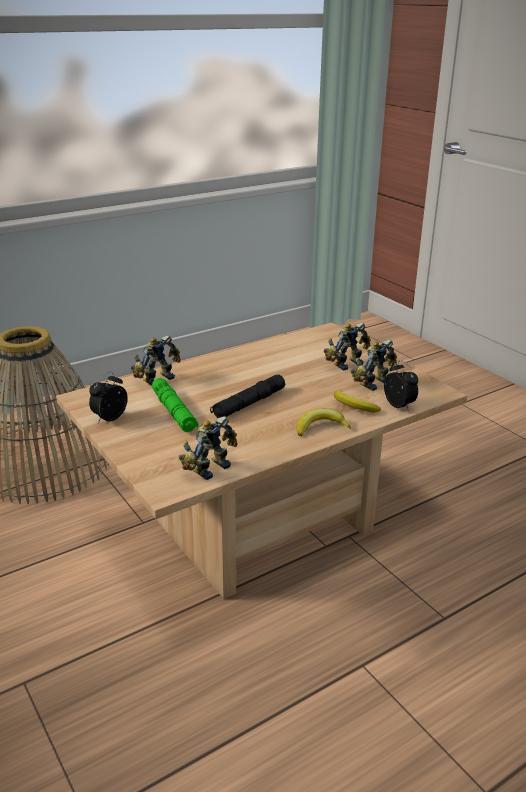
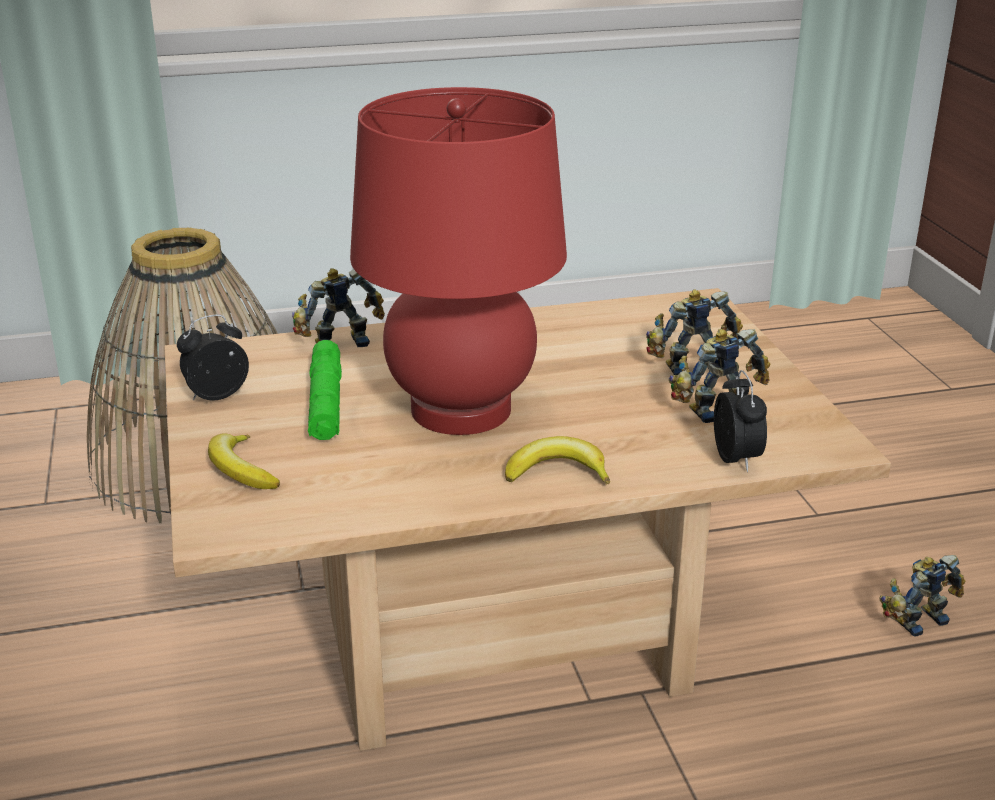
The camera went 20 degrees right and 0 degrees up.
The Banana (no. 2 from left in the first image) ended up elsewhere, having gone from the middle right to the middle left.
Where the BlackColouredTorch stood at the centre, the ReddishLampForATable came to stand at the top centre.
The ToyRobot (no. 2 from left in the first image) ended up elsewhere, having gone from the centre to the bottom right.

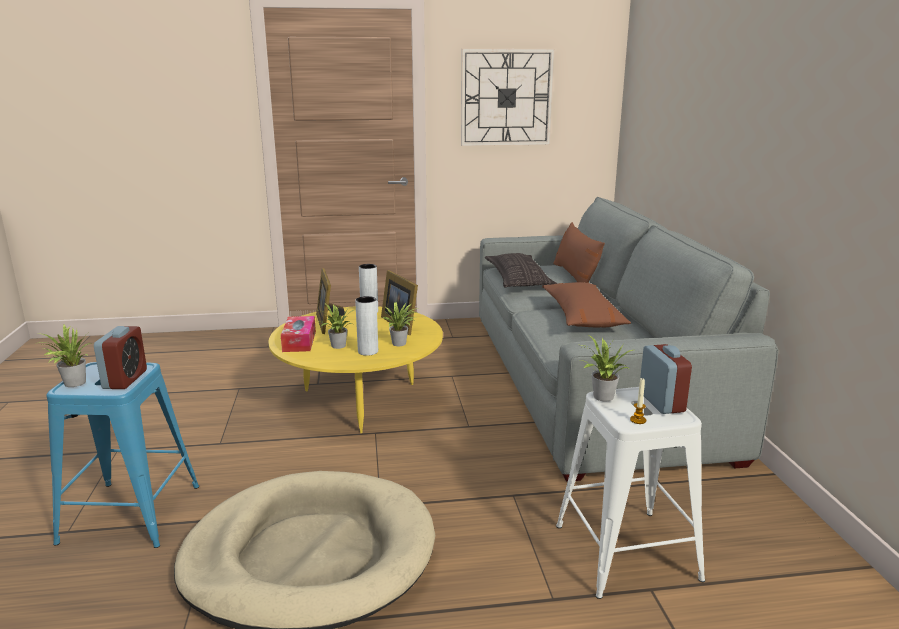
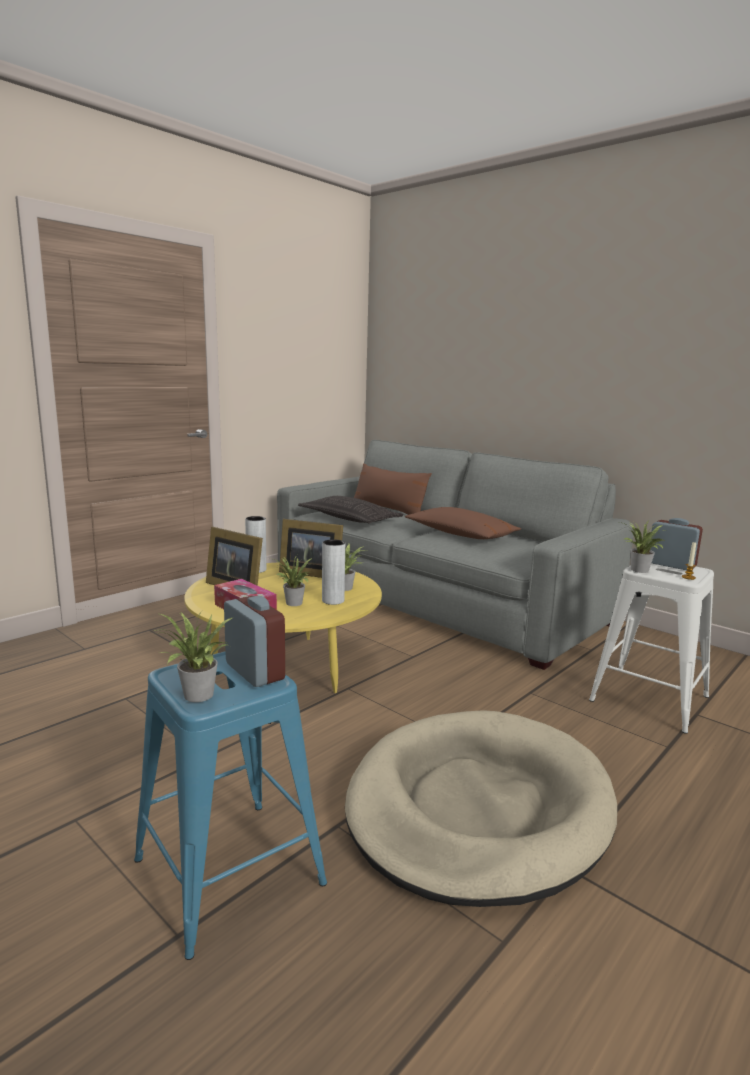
The camera went 40 degrees left and 5 degrees down.
The second view lost the HangingClock at the top centre.

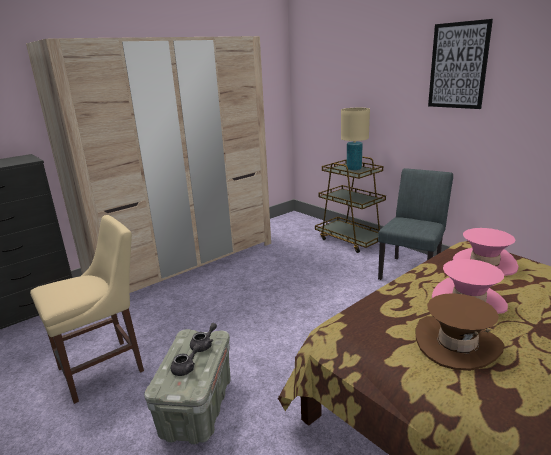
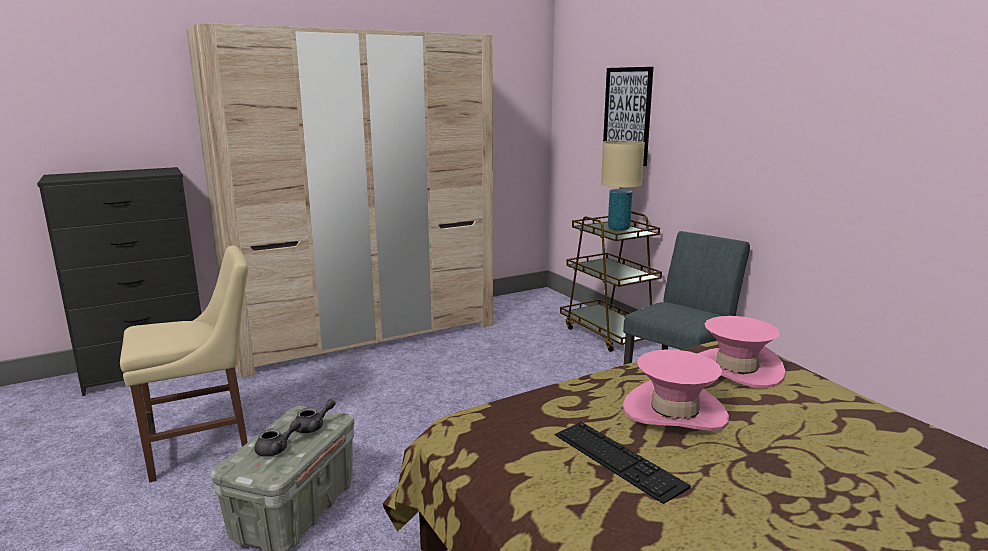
The camera went 10 degrees right and 5 degrees down.
Where the BrownishClothingHat stood at the bottom right, the Keyboard came to stand at the bottom centre.
The WallArt ended up elsewhere, having gone from the top right to the top centre.

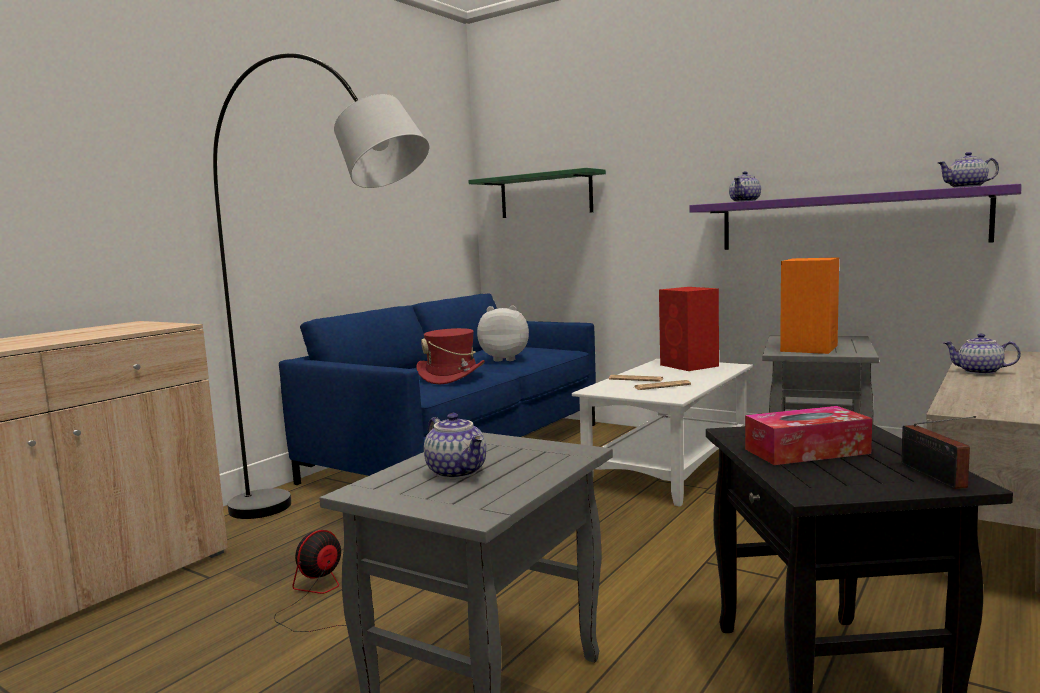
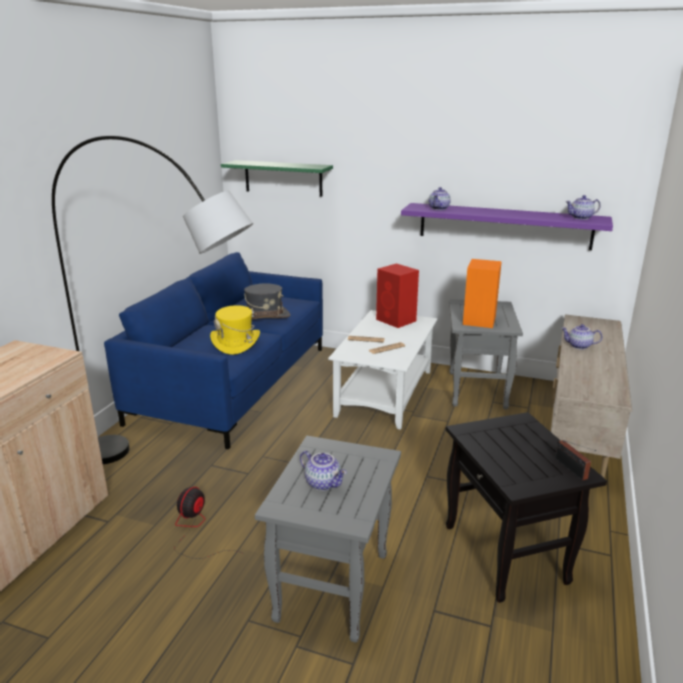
The camera went 15 degrees left and 15 degrees up.
What was the ReddishClothingHat at the centre turned into the YellowColouredClothingHat at the centre.
Where the SoftToy stood at the centre, the GreyClothingHat came to stand at the centre.
The second view lost the TissueBox at the middle right.

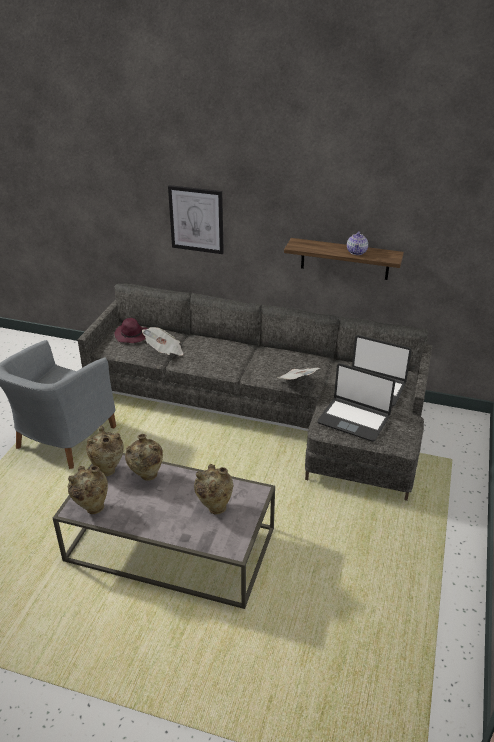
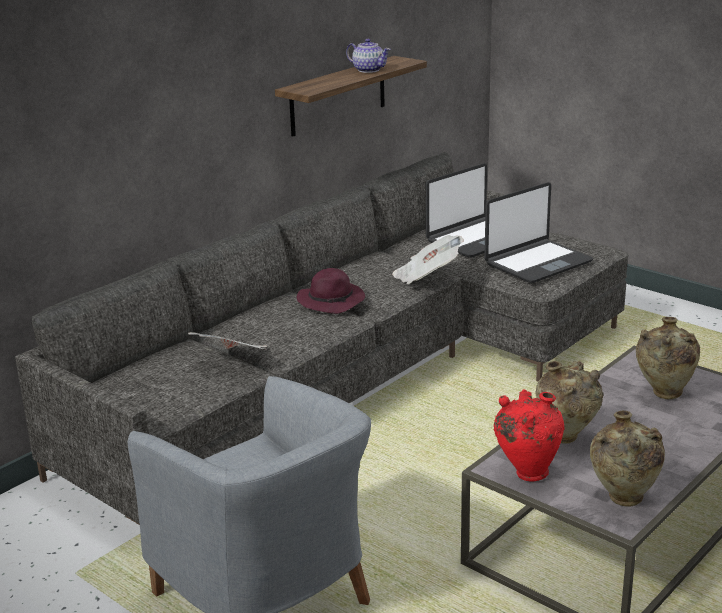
The camera went 65 degrees left and 10 degrees down.
The PurpleClothingHat ended up elsewhere, having gone from the middle left to the centre.
What was the BeigeVase (no. 2 from left) at the middle left turned into the ReddishVase at the bottom right.
The second view lost the WallArt at the top centre.

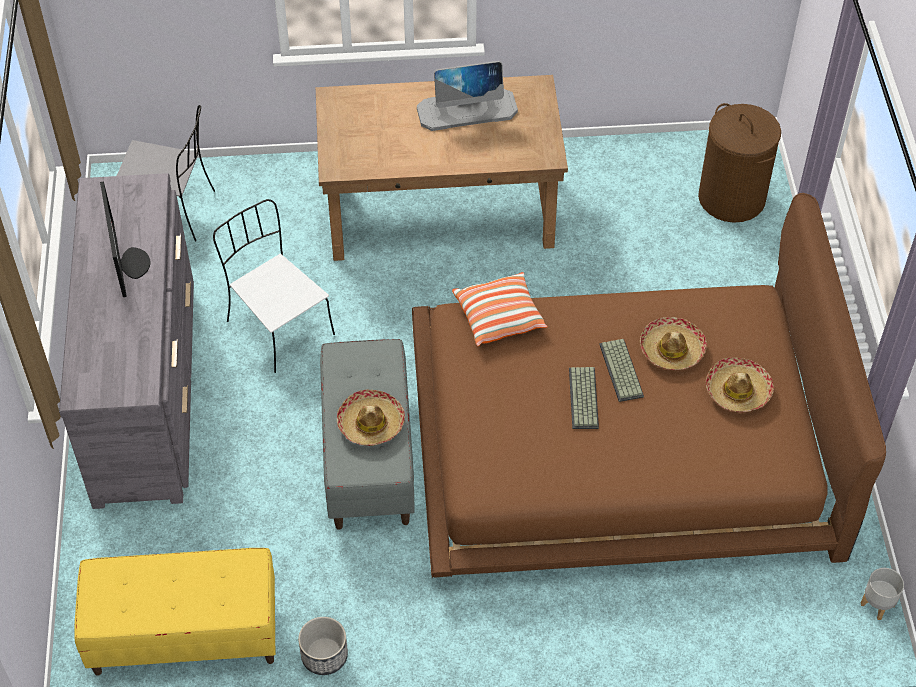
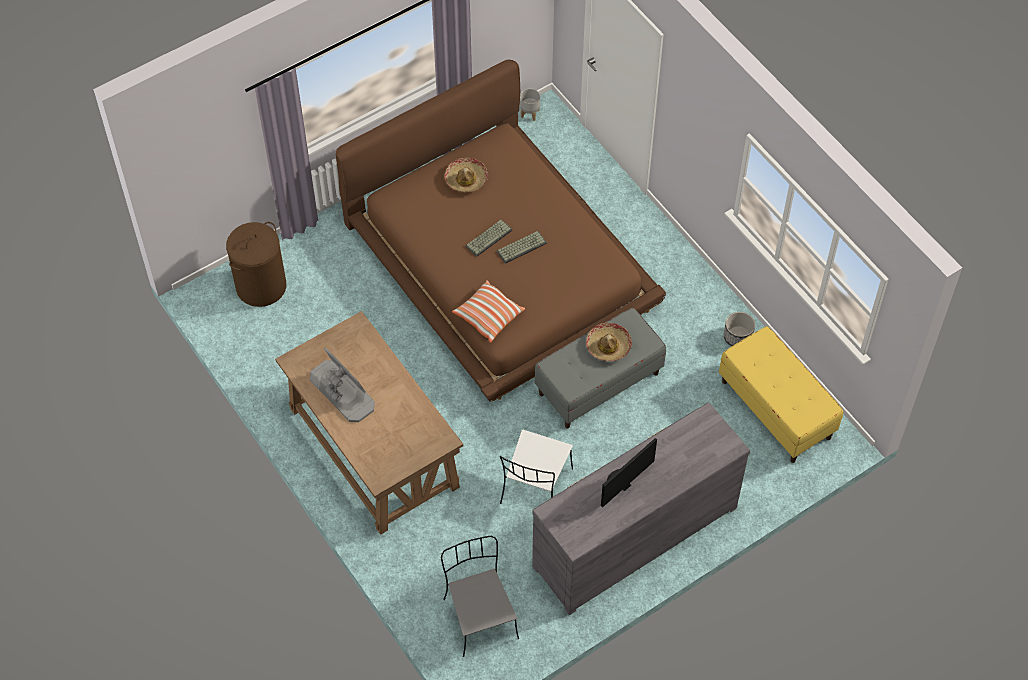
The camera went 120 degrees left and 5 degrees up.
The second view lost the ClothingHat (no. 2 from left) at the middle right.

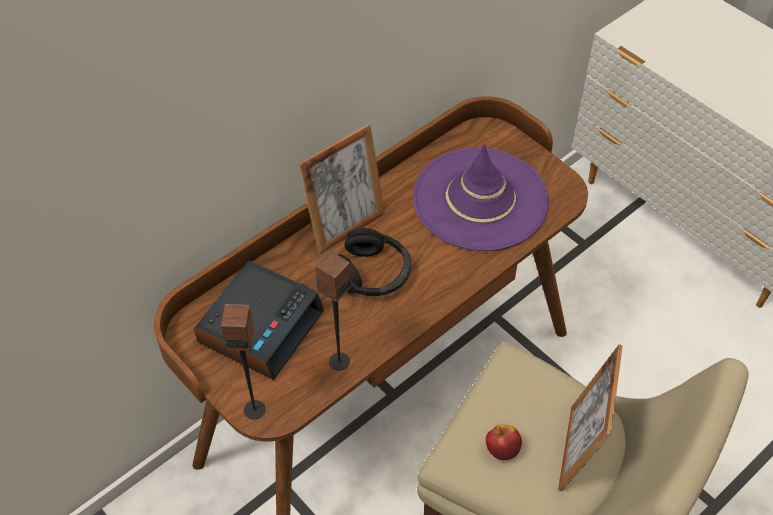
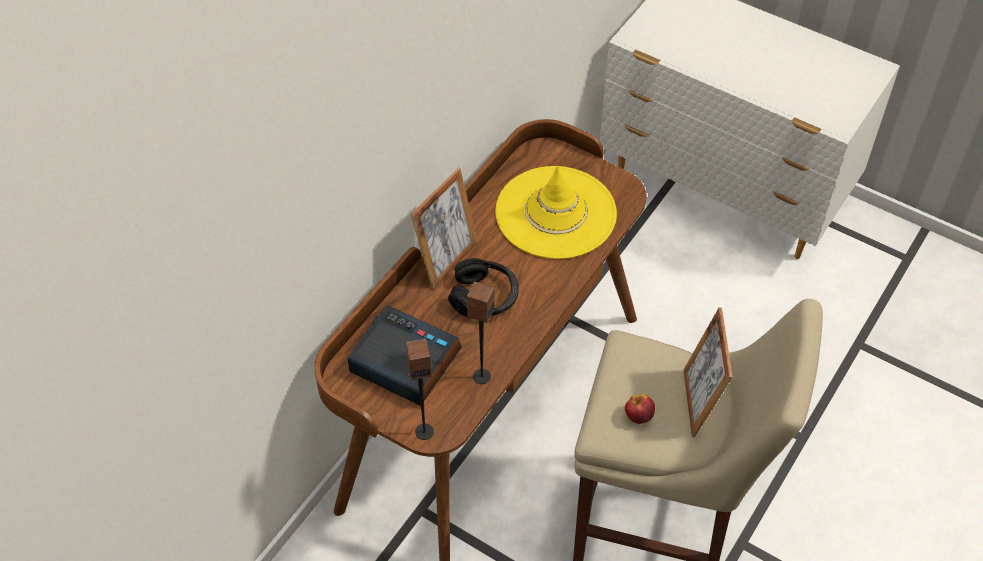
The camera went 15 degrees left and 0 degrees up.
The TableClock at the centre ended up facing another way, 75 degrees counterclockwise from before.
What was the PurpleClothingHat at the centre turned into the YellowColouredClothingHat at the centre.

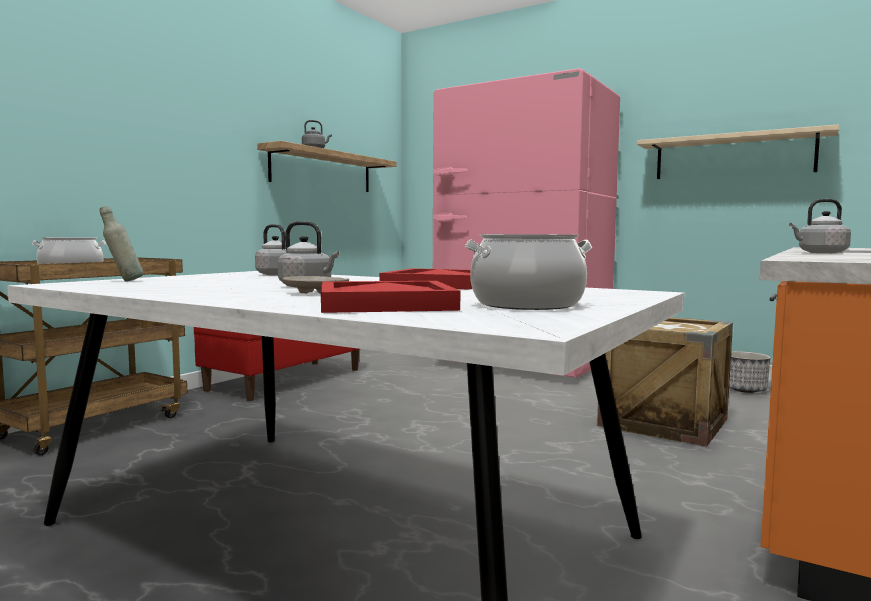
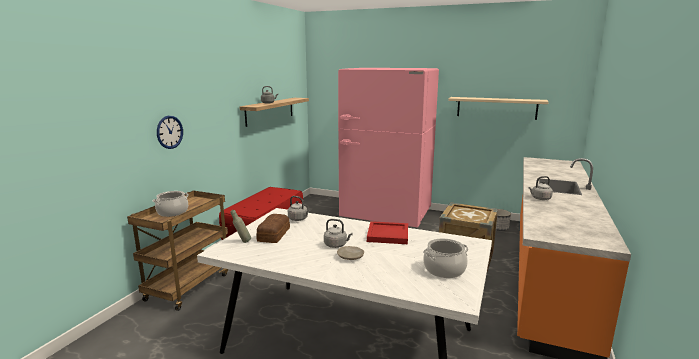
The camera went 10 degrees left and 10 degrees up.
The second view gained the HangingClock at the middle left.
The second view gained the BakedBread at the centre.
The second view lost the ReddishServingTray (no. 1 from left) at the centre.

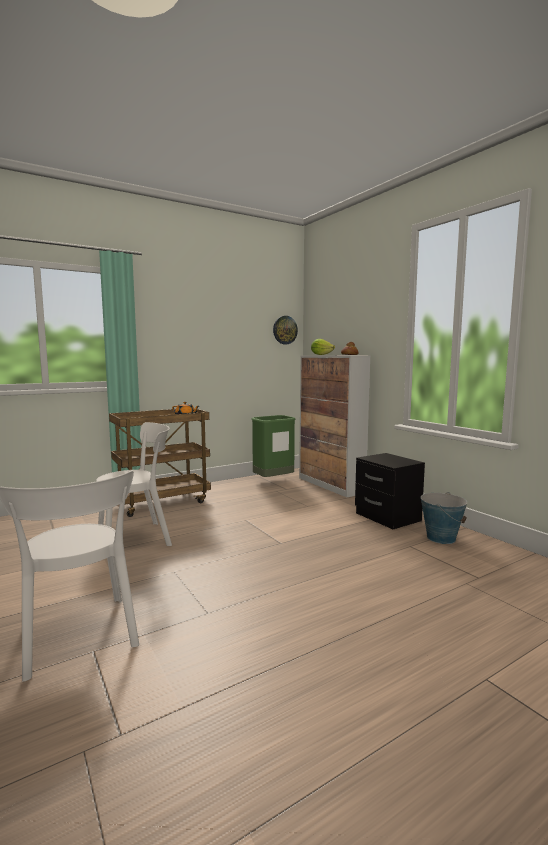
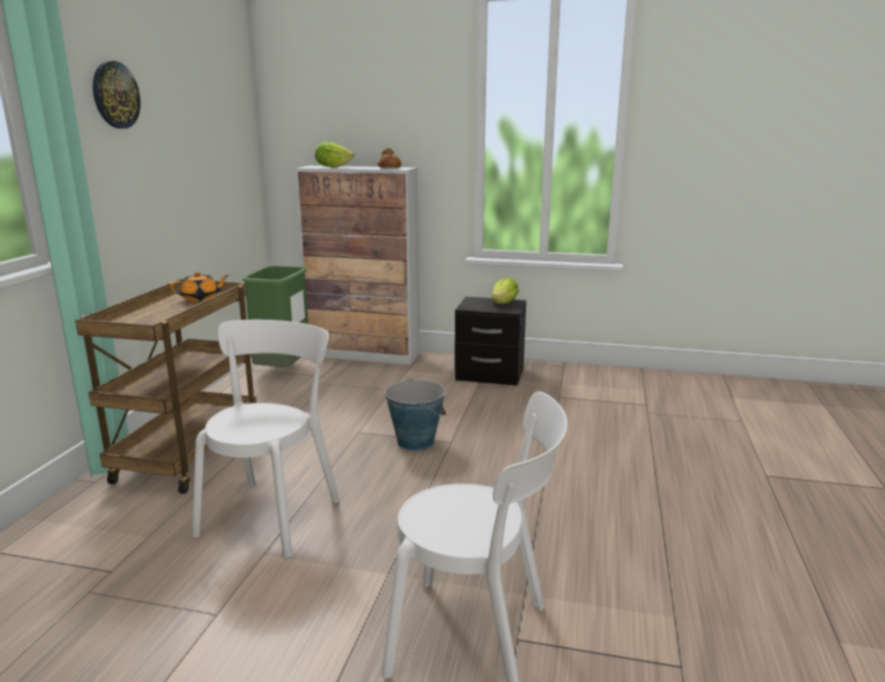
The camera went 45 degrees left and 10 degrees up.
The HangingClock ended up elsewhere, having gone from the centre to the top left.
The WaterBucket ended up elsewhere, having gone from the middle right to the centre.
The second view gained the Lettuce (no. 2 from left) at the centre.

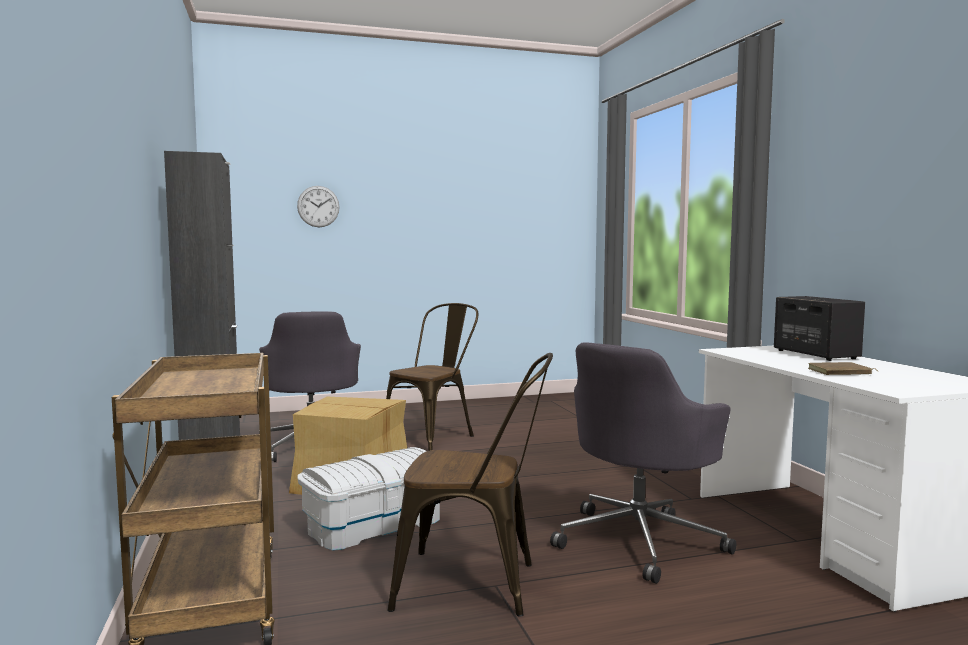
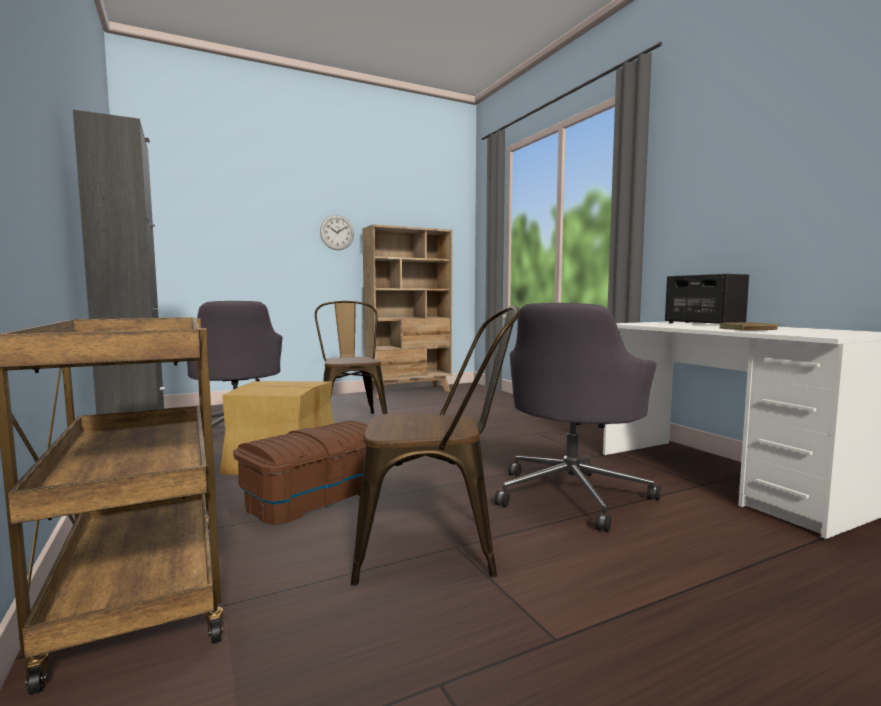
The camera went 10 degrees left and 0 degrees up.
What was the WhitishStorageContainer at the bottom centre turned into the BrownishStorageContainer at the bottom centre.
The BrownishChair (no. 1 from left) at the centre ended up facing another way, 45 degrees counterclockwise from before.
The HangingClock ended up elsewhere, having gone from the top left to the top centre.
The second view gained the BeigeShelvingUnit at the centre.

